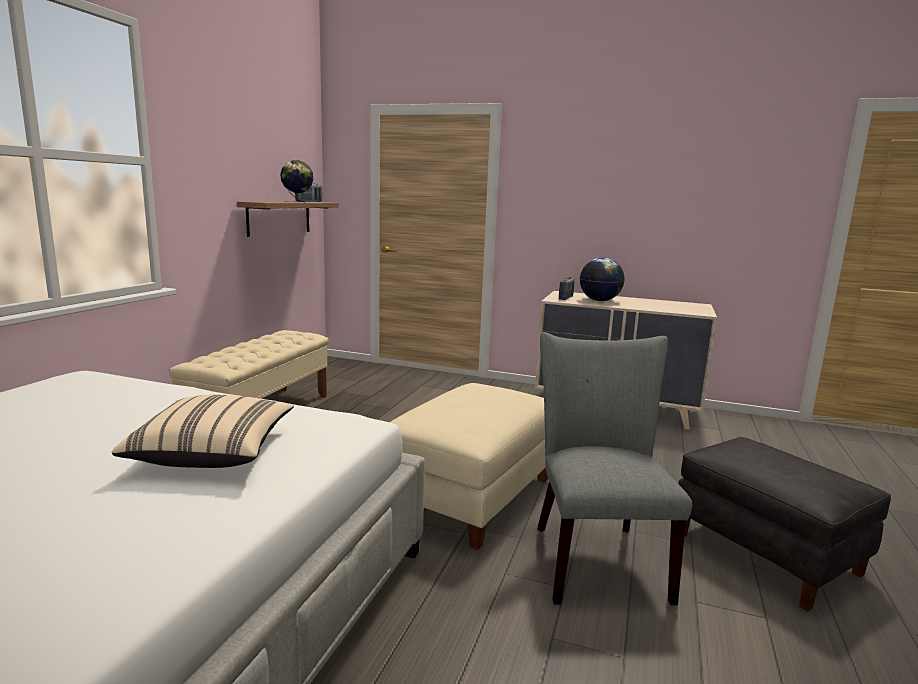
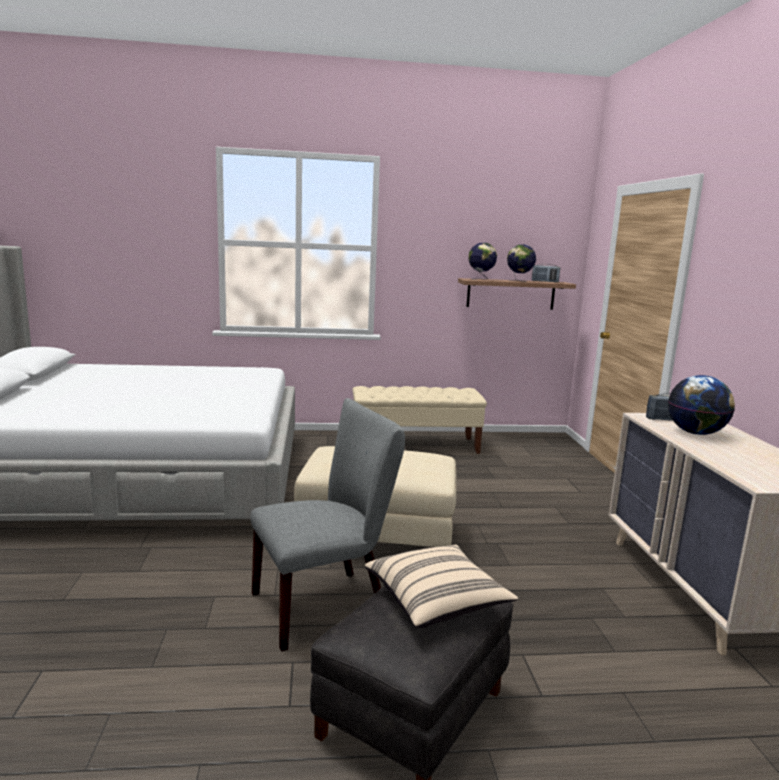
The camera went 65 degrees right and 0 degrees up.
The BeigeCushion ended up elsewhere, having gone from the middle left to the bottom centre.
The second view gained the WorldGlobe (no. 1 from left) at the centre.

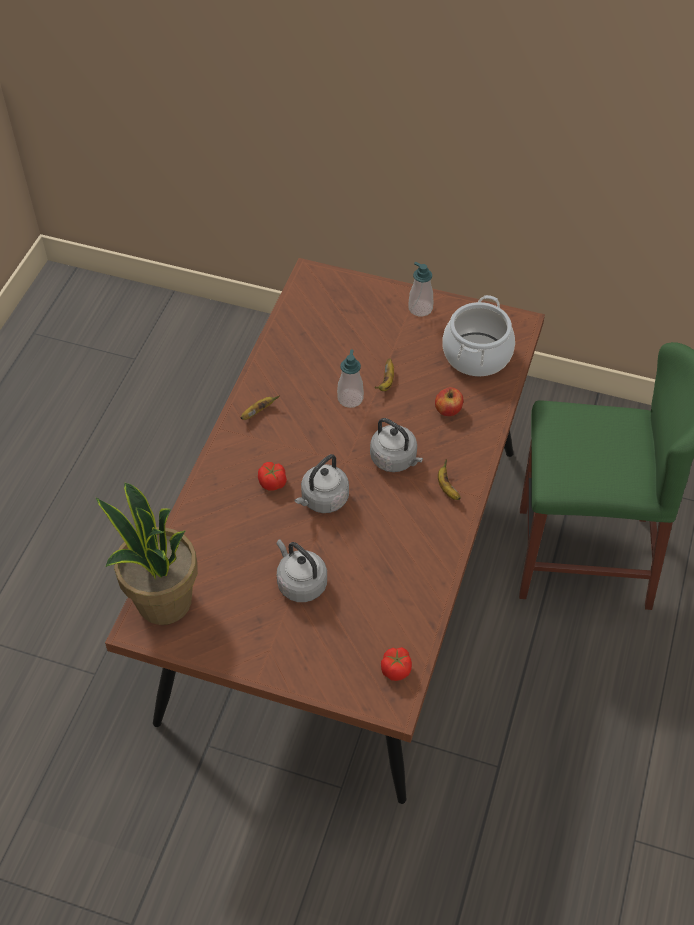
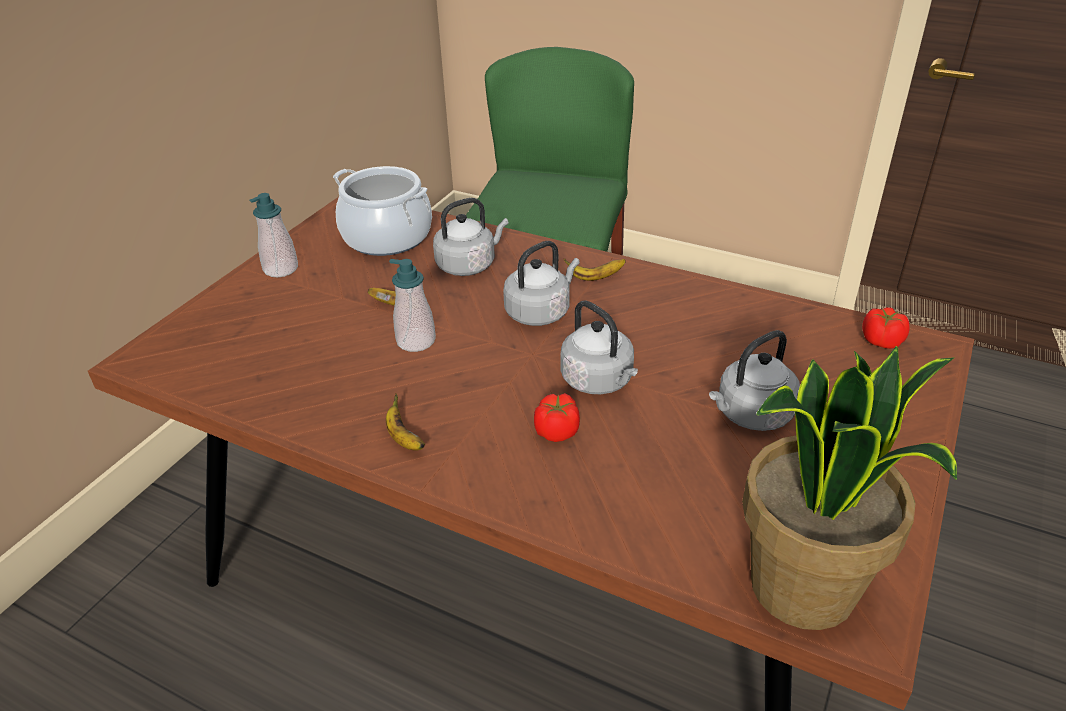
The camera went 80 degrees left and 15 degrees down.
Where the WholeApple stood at the centre, the GreyKettle (no. 1 from left) came to stand at the centre.

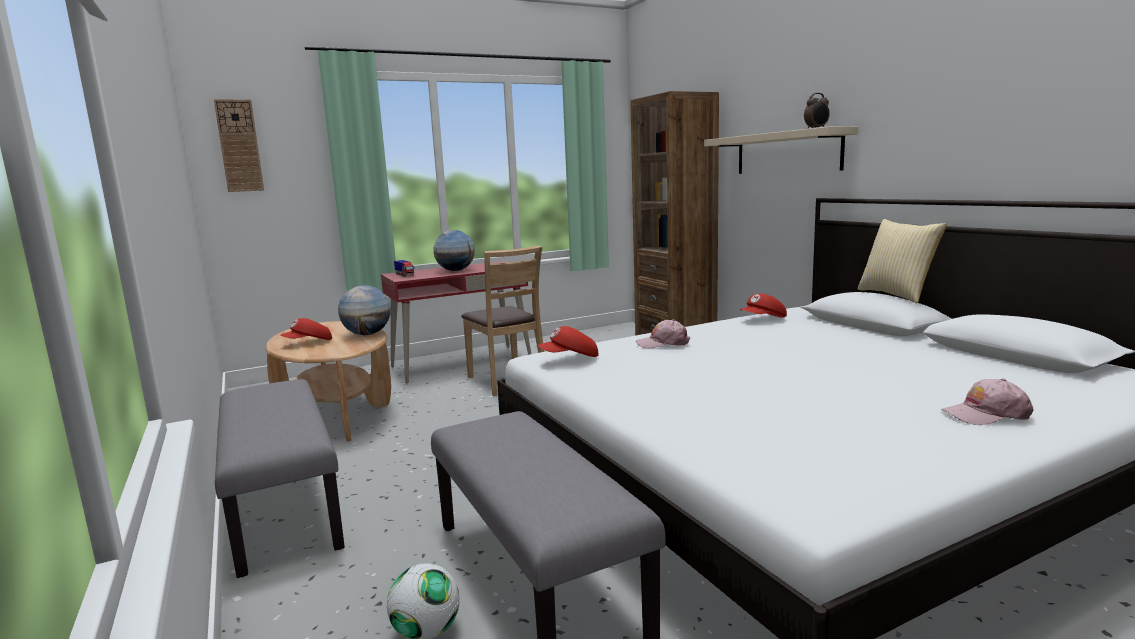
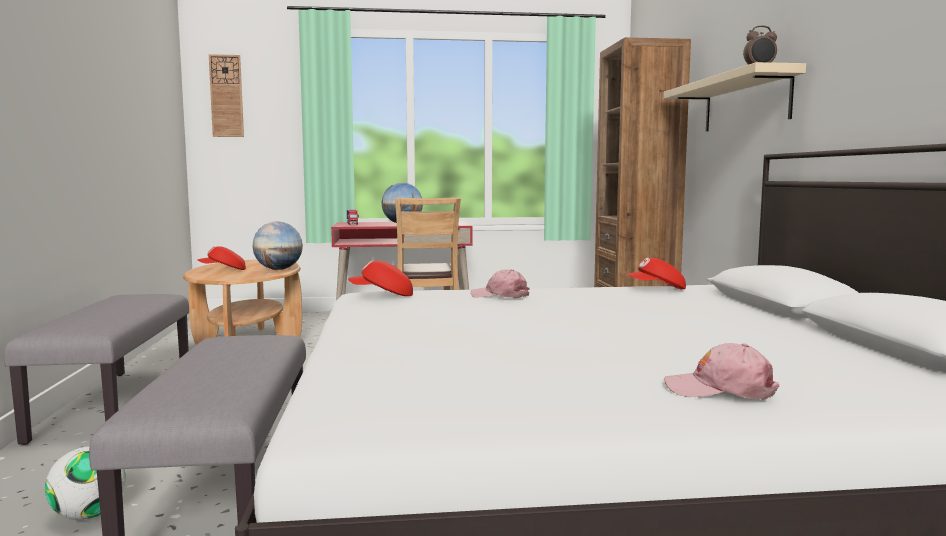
The camera went 20 degrees right and 5 degrees down.
The second view lost the Cushion at the middle right.

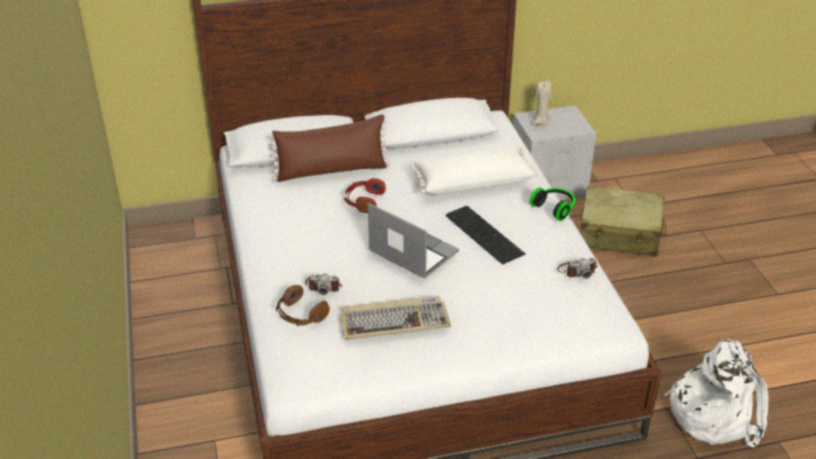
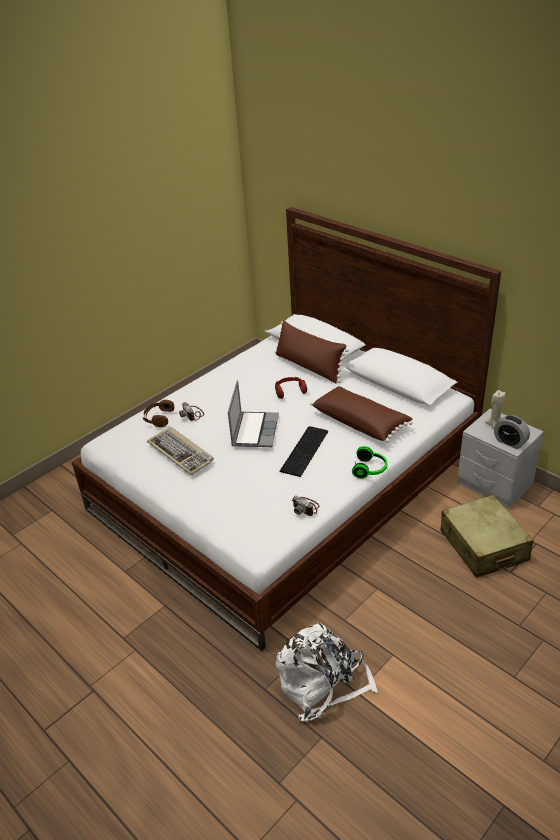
The camera went 60 degrees right and 0 degrees up.
What was the WhitishCushion at the centre turned into the BrownishCushion (no. 2 from left) at the centre.
The second view gained the TableClock at the middle right.

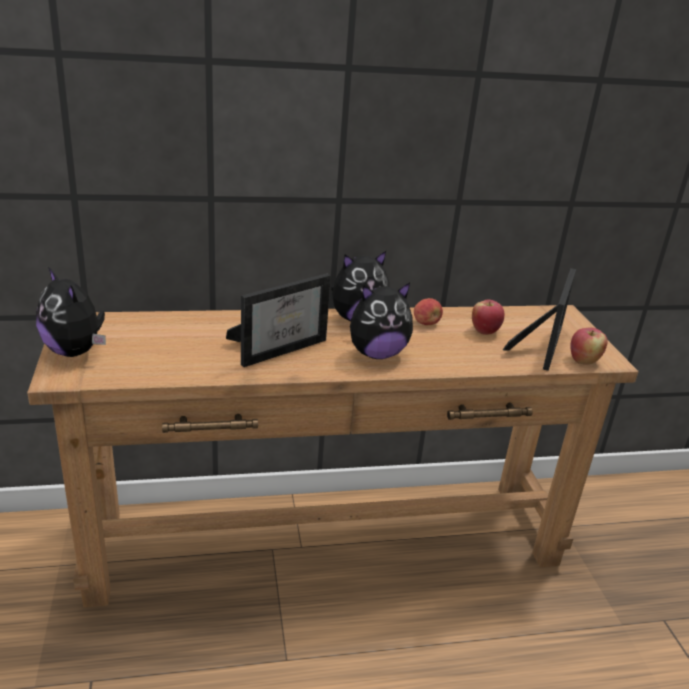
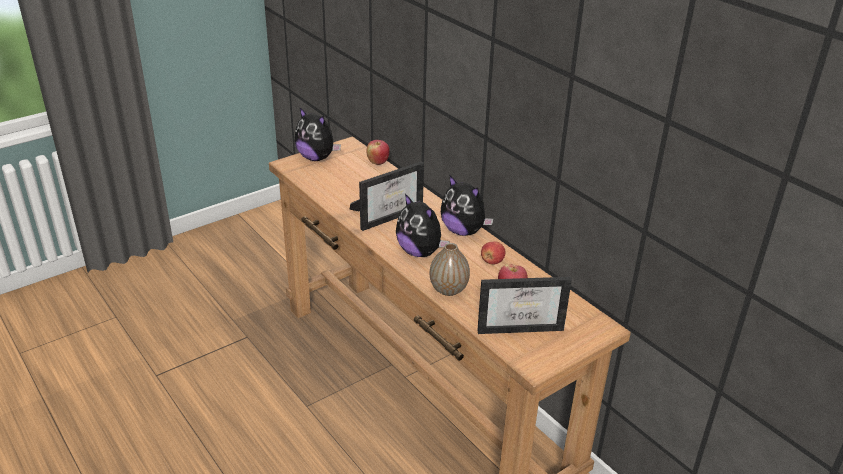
The camera went 65 degrees right and 5 degrees up.
The SoftToy (no. 1 from left) at the middle left ended up facing another way, 75 degrees counterclockwise from before.
The StandingFrame (no. 1 from left) at the centre ended up facing another way, 60 degrees counterclockwise from before.
The WholeApple (no. 3 from left in the first image) ended up elsewhere, having gone from the middle right to the top centre.
The second view gained the Vase at the centre.

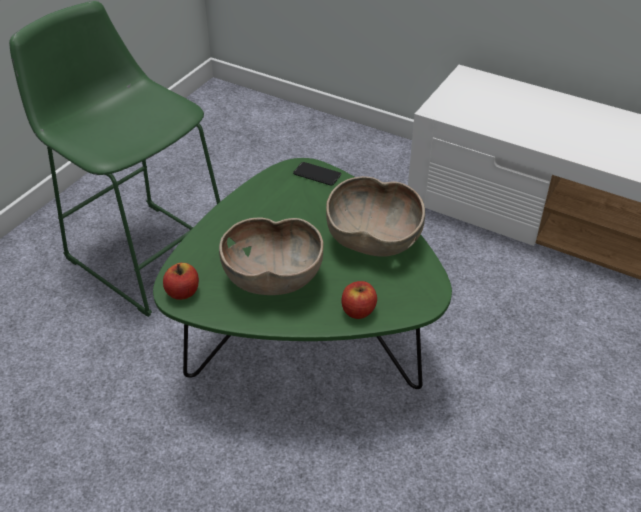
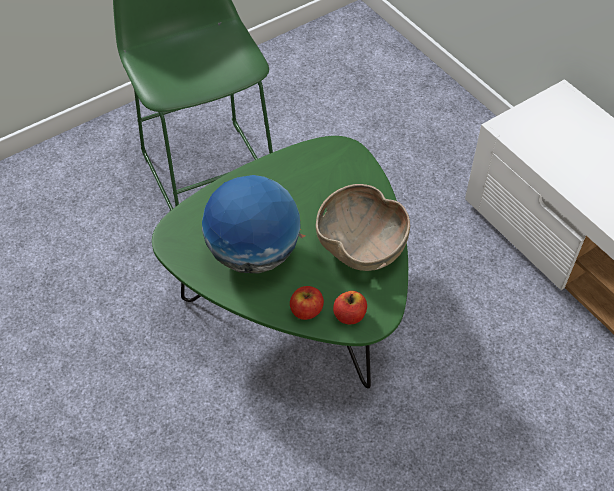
The camera went 25 degrees right and 10 degrees up.
Where the BrownishBowl (no. 1 from left) stood at the centre, the WorldGlobe came to stand at the centre.
The WholeApple (no. 1 from left in the first image) ended up elsewhere, having gone from the middle left to the centre.
The second view lost the Telephone at the centre.

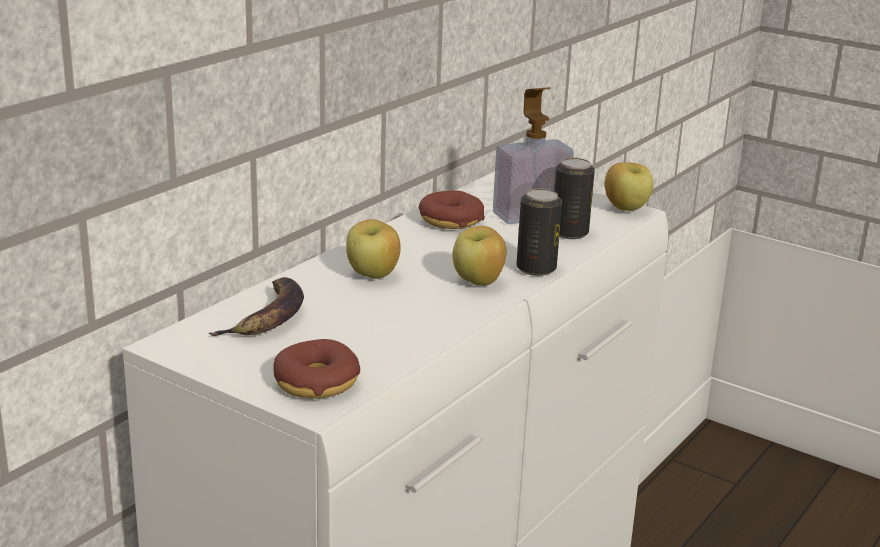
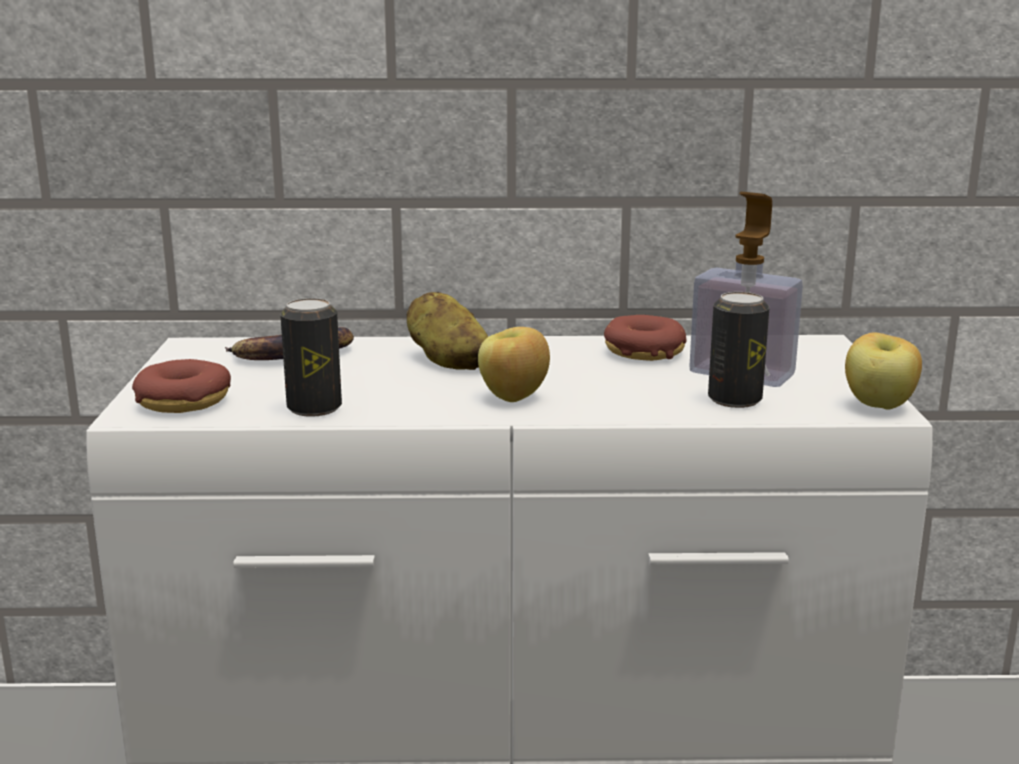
The camera went 55 degrees right and 5 degrees down.
The SealedCan (no. 1 from left) ended up elsewhere, having gone from the centre to the middle left.
Where the WholeApple (no. 1 from left) stood at the centre, the WholePotato came to stand at the centre.

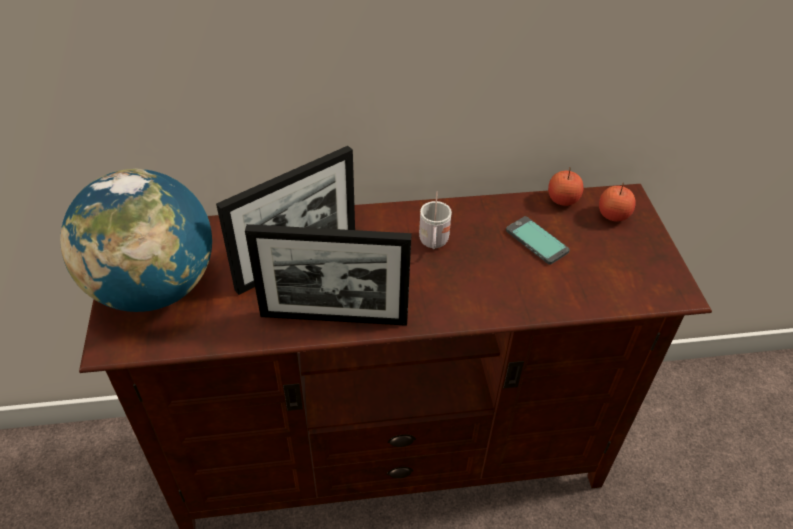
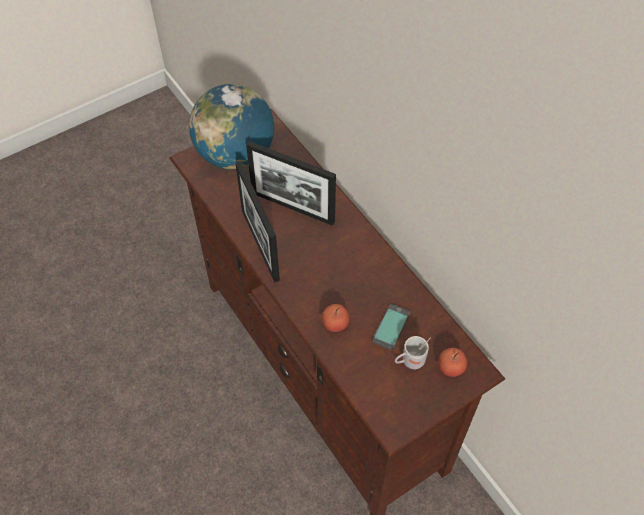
The camera went 65 degrees right and 10 degrees up.
The WholeApple (no. 1 from left) ended up elsewhere, having gone from the middle right to the centre.
The WhitishMug ended up elsewhere, having gone from the centre to the bottom centre.

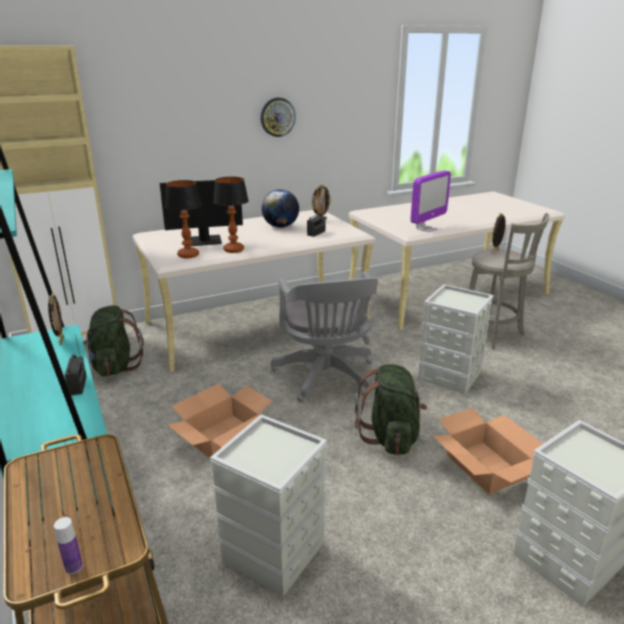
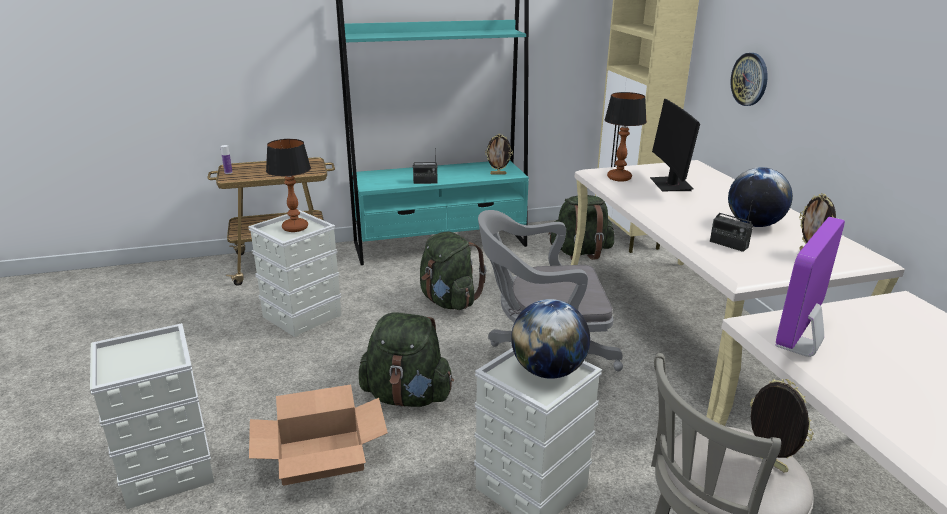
The camera went 100 degrees right and 0 degrees up.
The LampForATable (no. 2 from left in the first image) ended up elsewhere, having gone from the centre to the middle left.
Where the CardboardBox (no. 1 from left) stood at the bottom centre, the GreenKnapsack (no. 2 from left) came to stand at the centre.
The second view gained the WorldGlobe (no. 1 from left) at the centre.
The HangingClock ended up elsewhere, having gone from the top centre to the top right.
The ComputerScreen (no. 2 from left) at the top right ended up facing another way, 75 degrees clockwise from before.

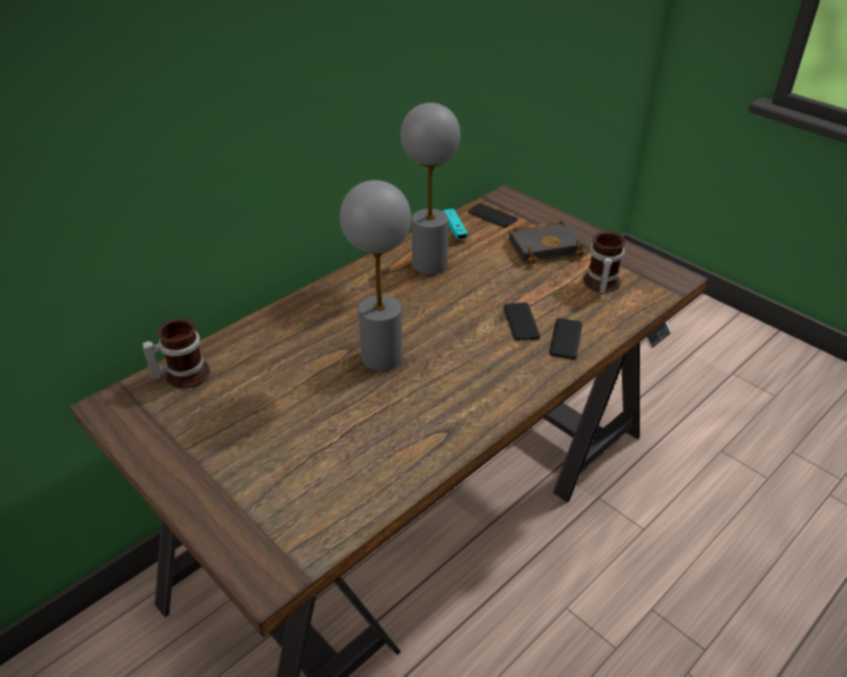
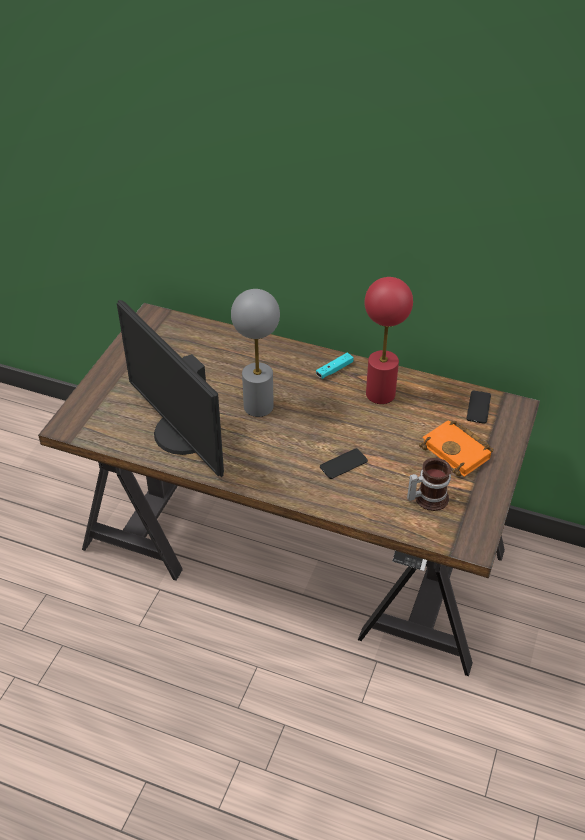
The camera went 65 degrees right and 5 degrees up.
The second view gained the ComputerScreen at the middle left.
The TurquoiseJoypad ended up elsewhere, having gone from the top centre to the centre.
What was the GreyLampForATable (no. 2 from left) at the top centre turned into the ReddishLampForATable at the centre.
What was the BlackColouredBook at the centre turned into the OrangeBook at the middle right.
The second view lost the Mug (no. 1 from left) at the middle left.
The second view lost the Telephone (no. 3 from left) at the middle right.

